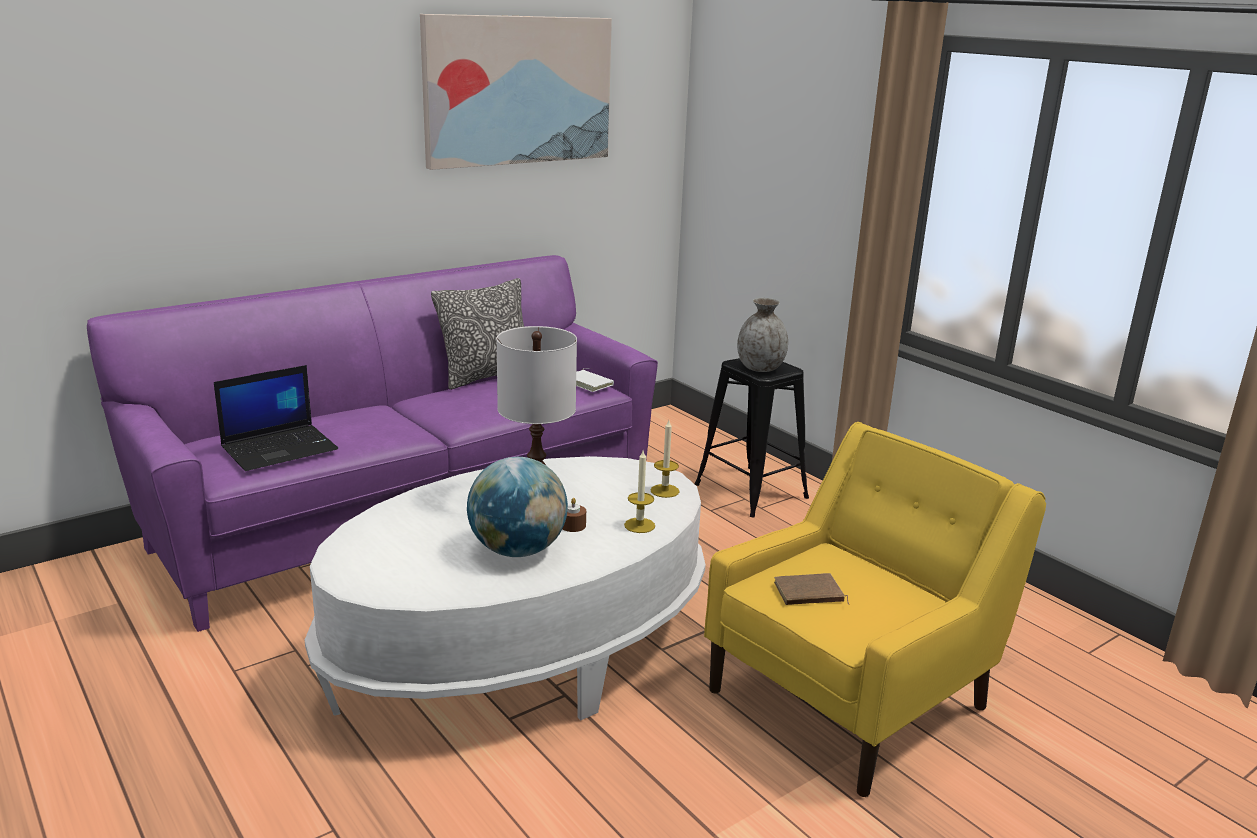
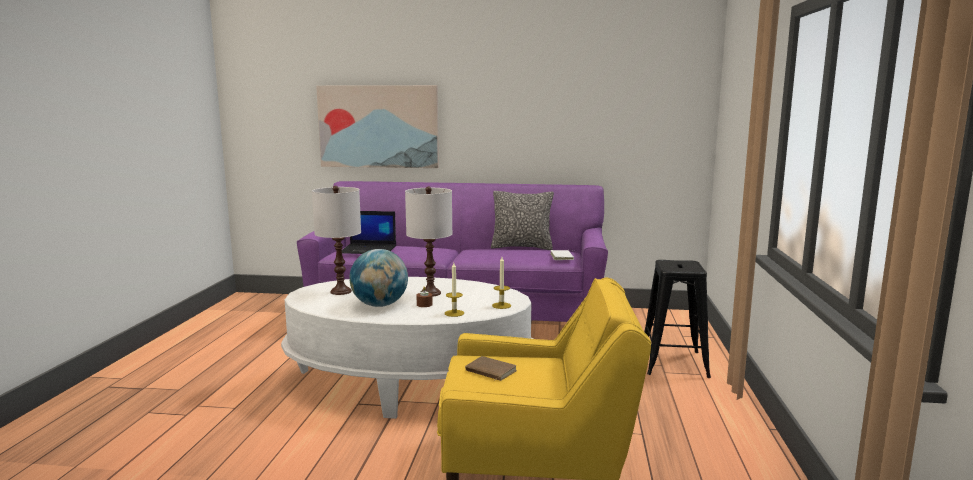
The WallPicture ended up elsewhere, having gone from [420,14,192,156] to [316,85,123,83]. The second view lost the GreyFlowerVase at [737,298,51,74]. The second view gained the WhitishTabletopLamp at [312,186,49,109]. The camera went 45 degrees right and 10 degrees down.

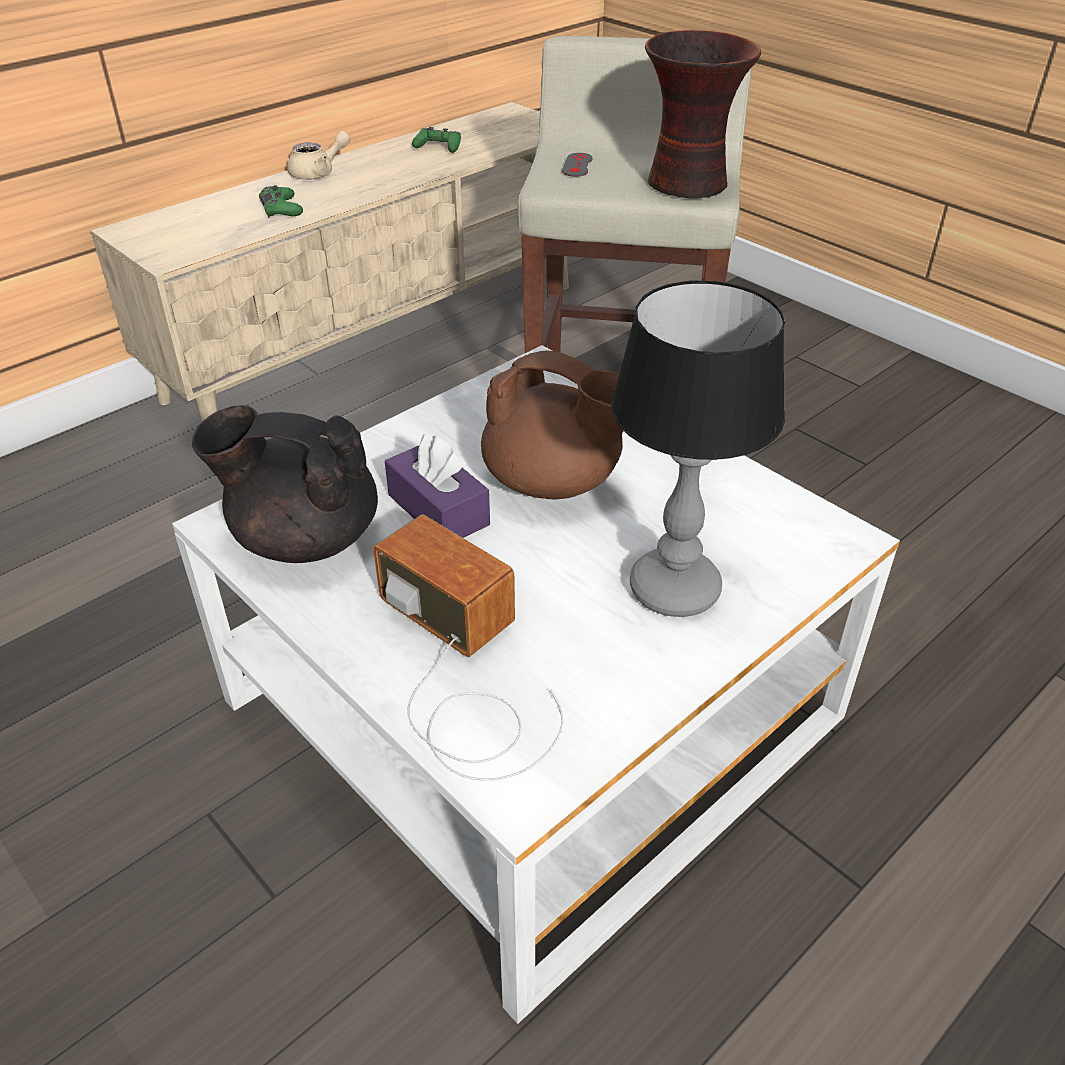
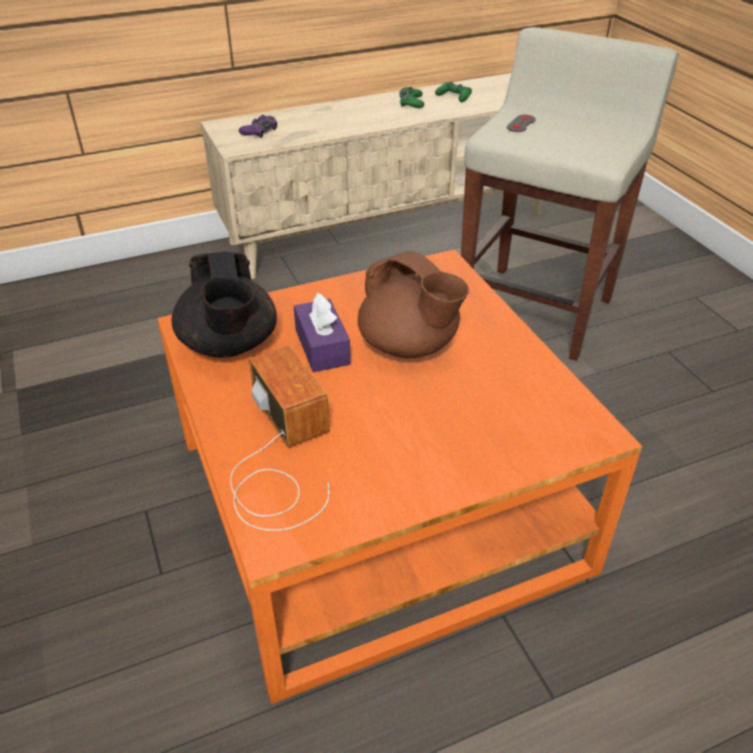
What was the WhitishLoungeTable at [172,345,728,679] turned into the OrangeLoungeTable at [157,249,485,455]. The BlackTeapot at [192,405,186,158] ended up facing another way, 135 degrees counterclockwise from before. The GreenishJoypad ended up elsewhere, having gone from [259,185,44,33] to [399,87,25,21]. The second view lost the BeigeColouredTeapot at [287,131,64,49]. The second view lost the TabletopLamp at [611,281,174,336]. The second view lost the FlowerVase at [645,30,116,169]. The second view gained the PurpleColouredJoypad at [239,115,38,23]. The camera went 20 degrees right and 0 degrees up.

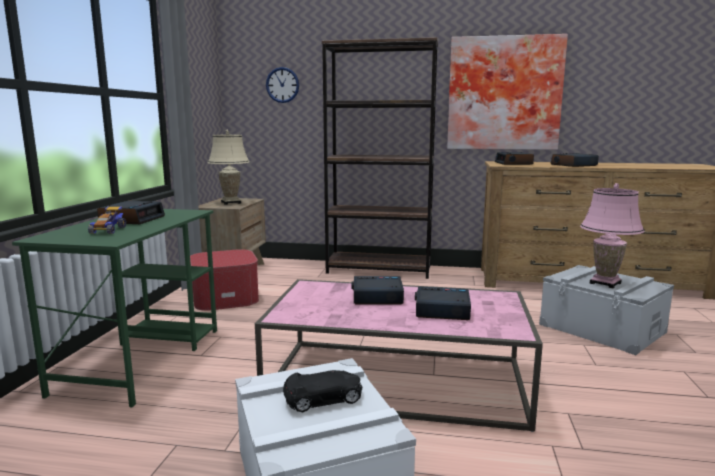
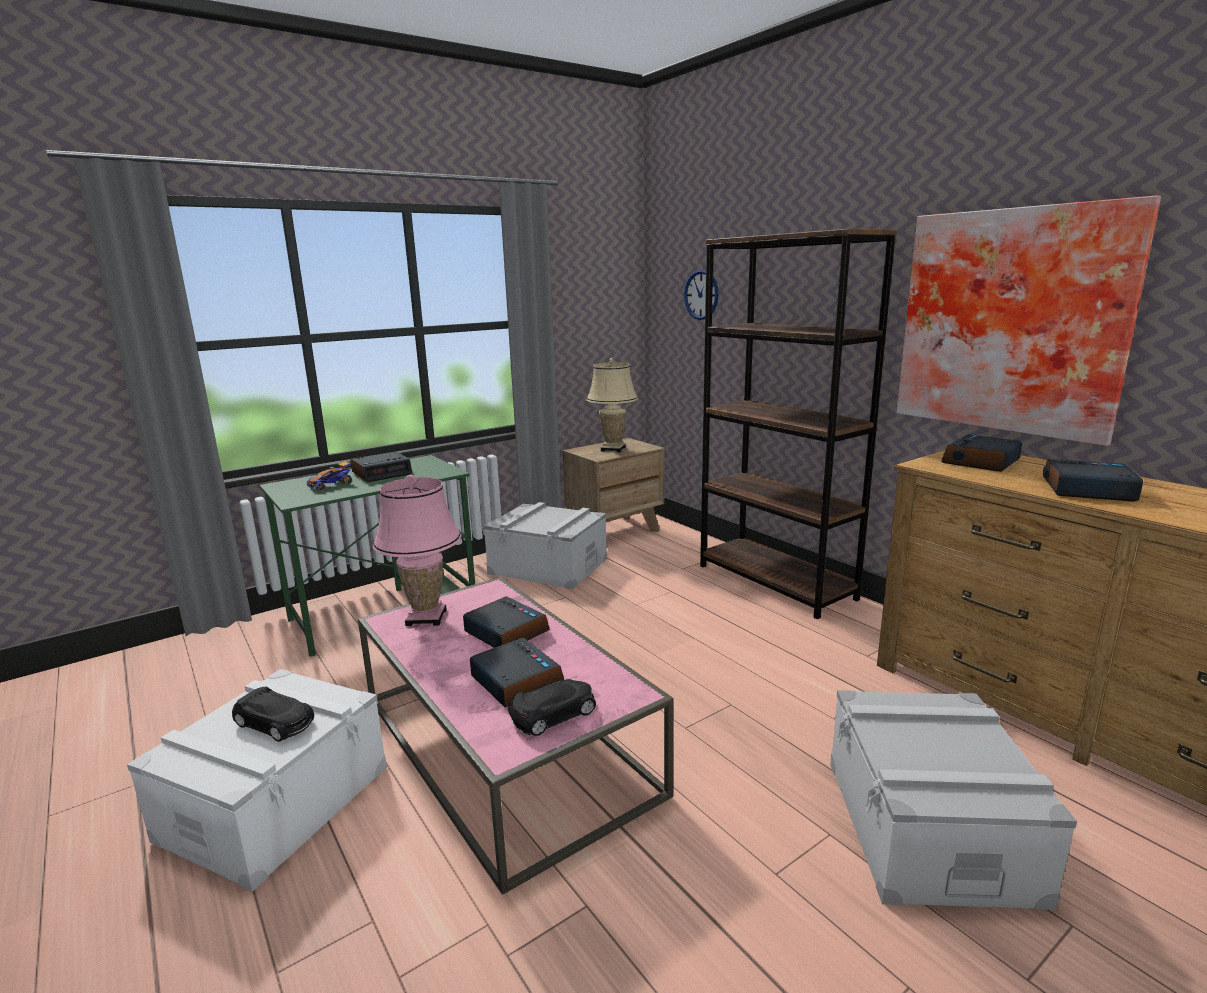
Where the Pouffe stood at [190,249,69,62], the GreyStorageBox came to stand at [483,502,124,87]. The PinkishTabletopLamp ended up elsewhere, having gone from [580,183,64,105] to [373,475,88,151]. The second view gained the BlackToyCar at [508,679,88,57]. The camera went 45 degrees right and 5 degrees up.

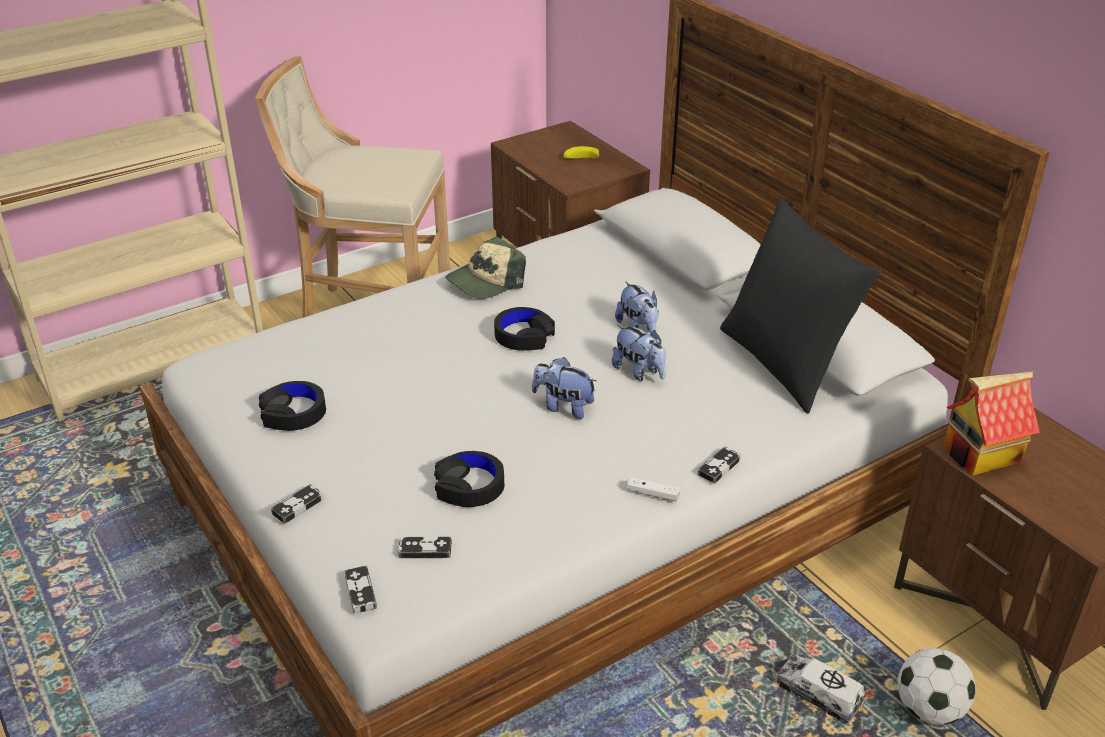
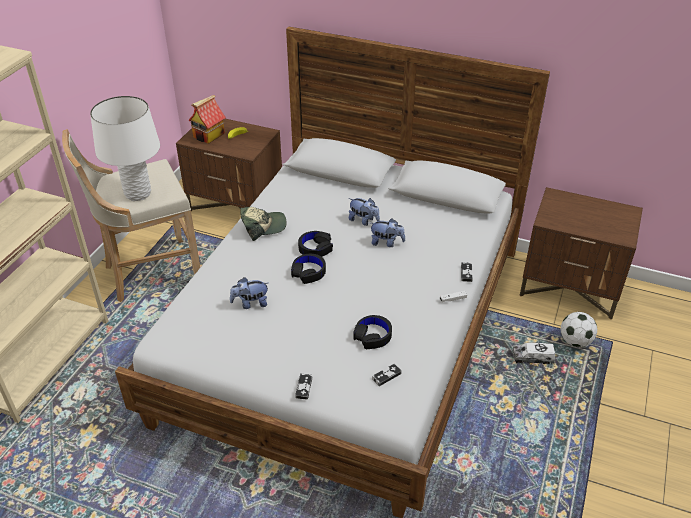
The BlackHeadset ended up elsewhere, having gone from [259,381,67,50] to [291,254,35,30]. The second view lost the Joypad at [344,566,33,47]. The BaseballCap at [445,237,81,62] ended up facing another way, 120 degrees counterclockwise from before. The SoftToy ended up elsewhere, having gone from [532,357,65,62] to [230,277,38,32]. The second view lost the BlackCushion at [720,198,161,215]. The ToyHouse ended up elsewhere, having gone from [944,372,96,104] to [188,95,38,49]. The second view gained the WhitishTabletopLamp at [90,96,70,105]. The camera went 35 degrees left and 5 degrees up.

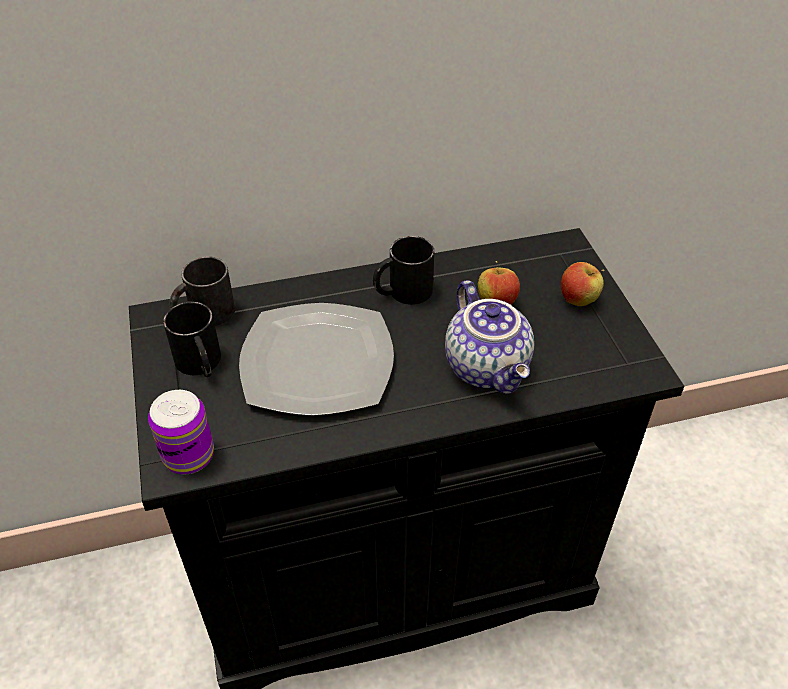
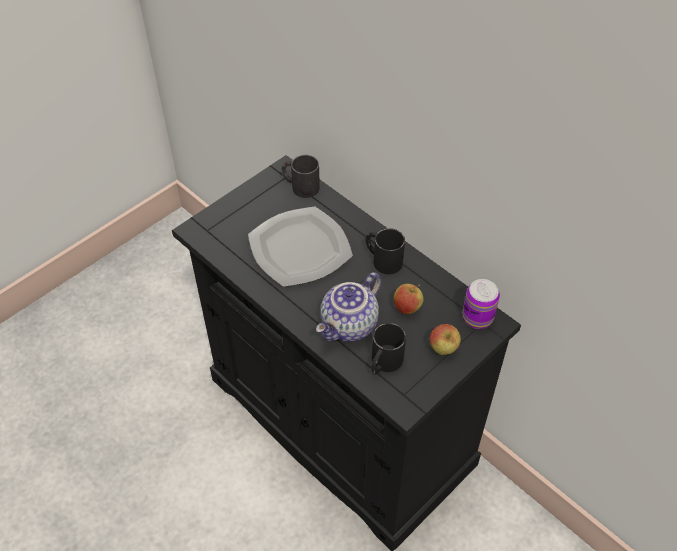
The Can ended up elsewhere, having gone from [148,390,66,84] to [463,279,37,50]. The BlackCoffeeMug ended up elsewhere, having gone from [163,302,58,75] to [371,323,35,51]. The camera went 60 degrees right and 5 degrees up.

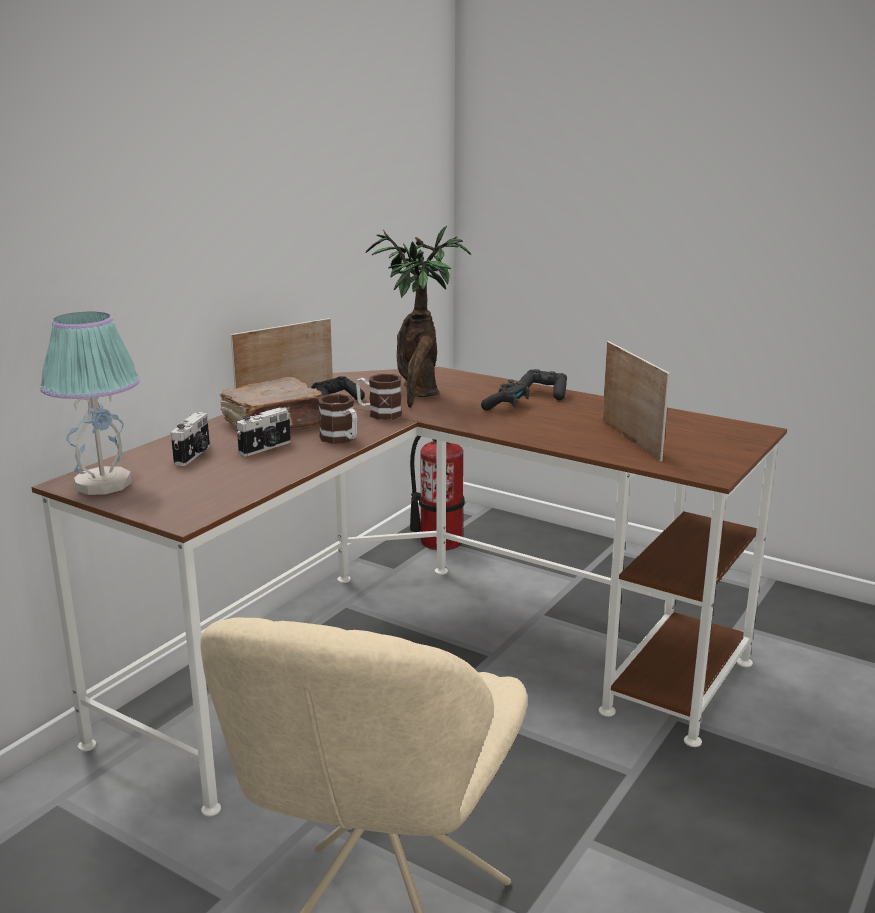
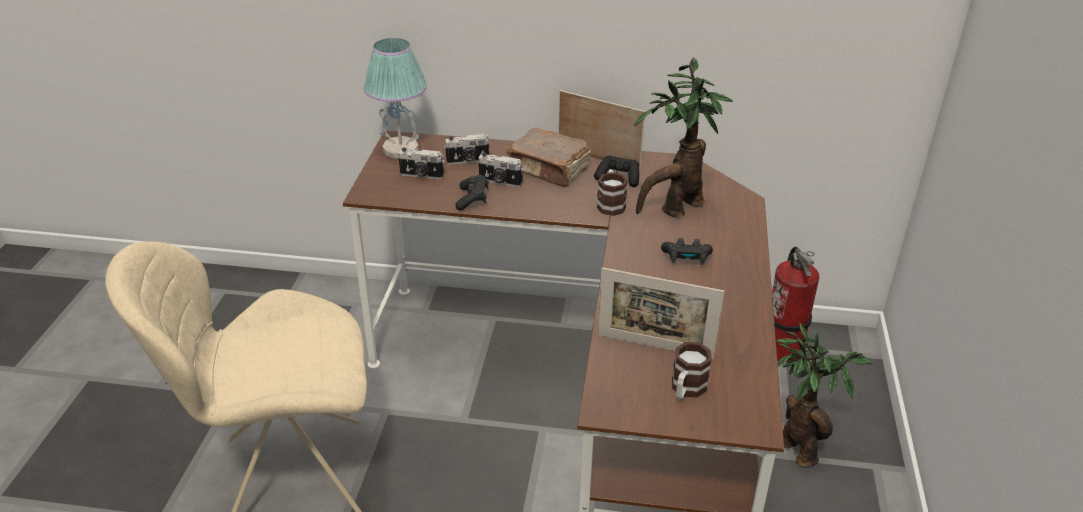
The CoffeeMug ended up elsewhere, having gone from [318,394,39,50] to [672,342,40,58]. The BlackJoypad ended up elsewhere, having gone from [519,369,48,31] to [455,175,34,35]. The PhotoFrame at [602,341,68,121] ended up facing another way, 60 degrees clockwise from before. The second view gained the PhotoCamera at [398,148,46,31]. The second view gained the PottedPlant at [776,323,96,145]. The camera went 65 degrees right and 15 degrees up.

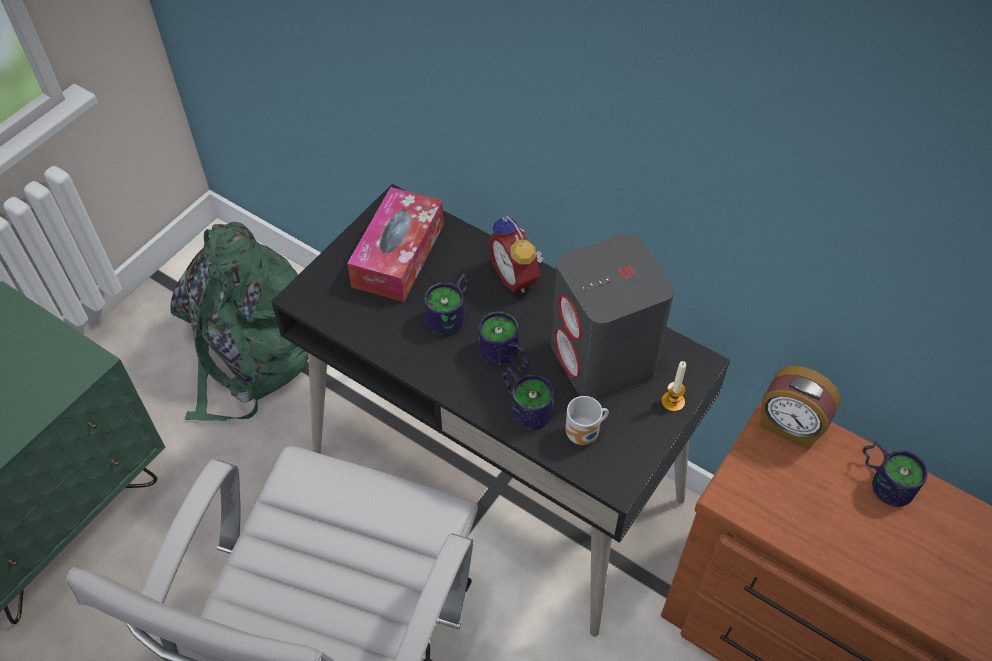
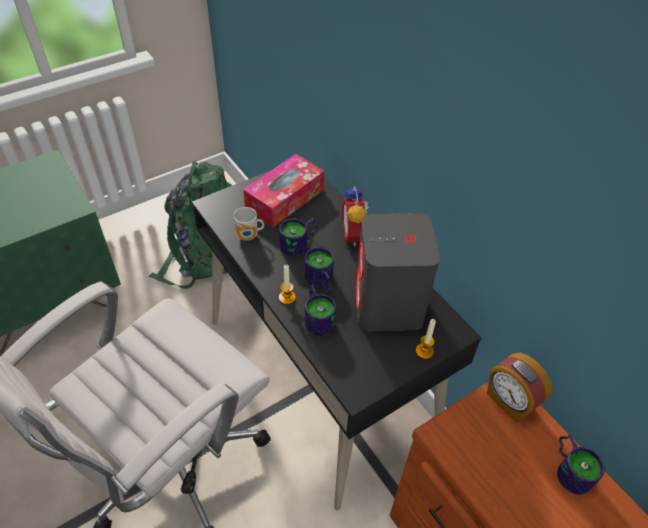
The CoffeeMug ended up elsewhere, having gone from [566,396,43,49] to [234,207,30,34]. The second view gained the WaxCandle at [279,265,17,40]. The camera went 20 degrees right and 5 degrees down.

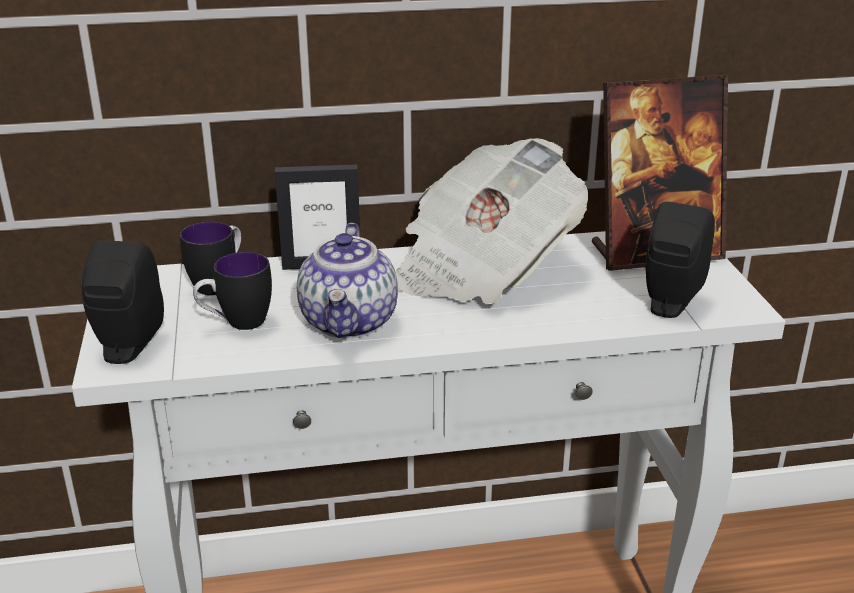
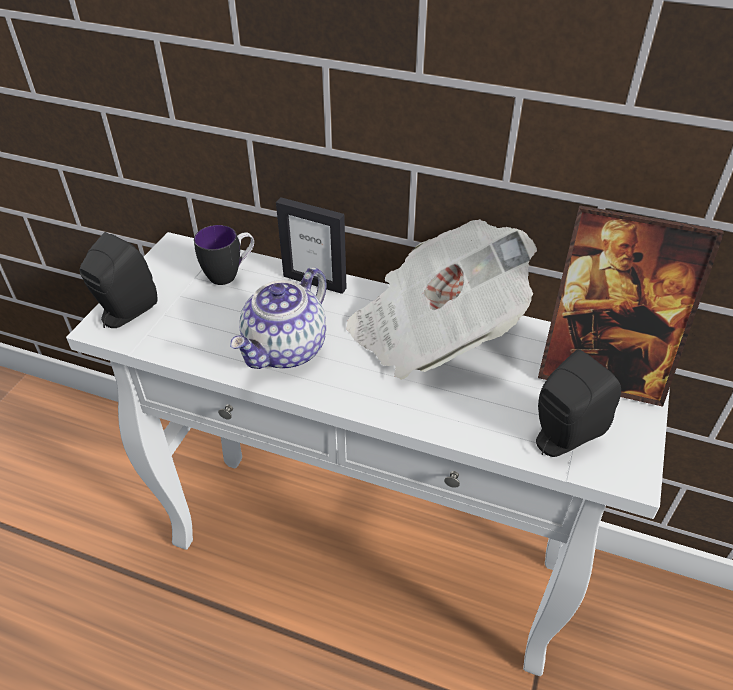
The second view lost the CoffeeMug at [193,252,79,78]. The camera went 30 degrees right and 15 degrees up.

